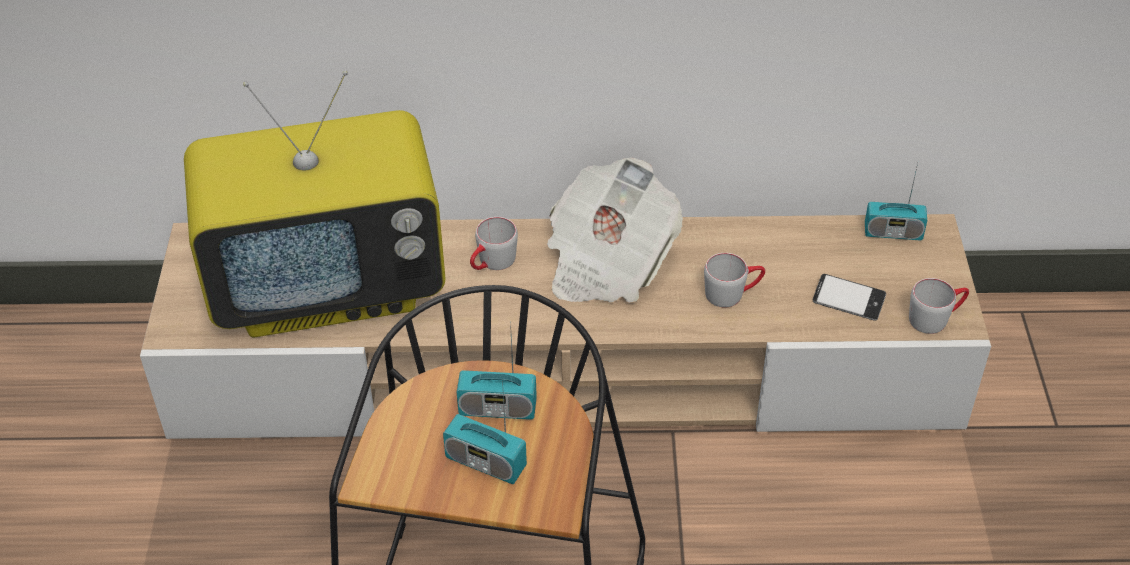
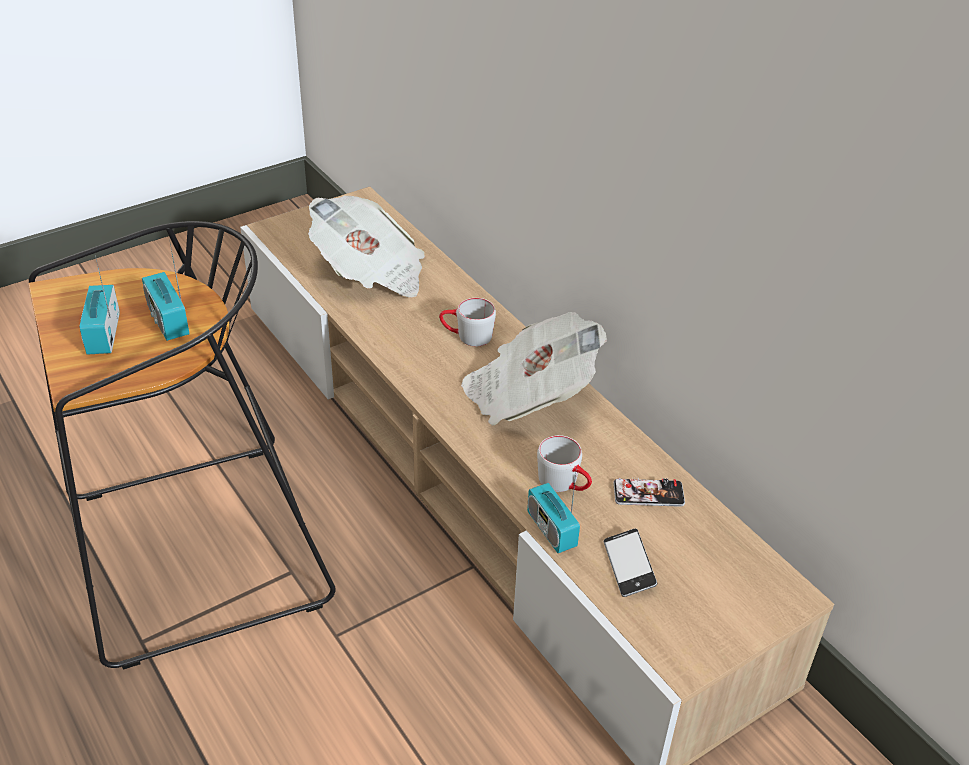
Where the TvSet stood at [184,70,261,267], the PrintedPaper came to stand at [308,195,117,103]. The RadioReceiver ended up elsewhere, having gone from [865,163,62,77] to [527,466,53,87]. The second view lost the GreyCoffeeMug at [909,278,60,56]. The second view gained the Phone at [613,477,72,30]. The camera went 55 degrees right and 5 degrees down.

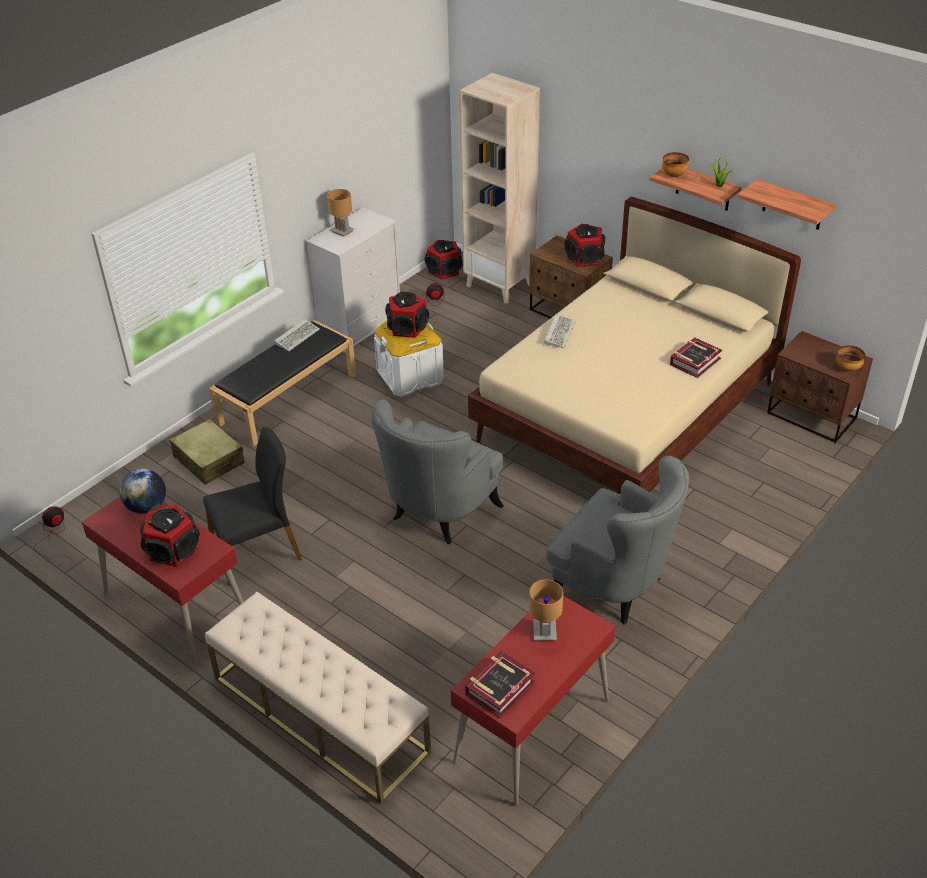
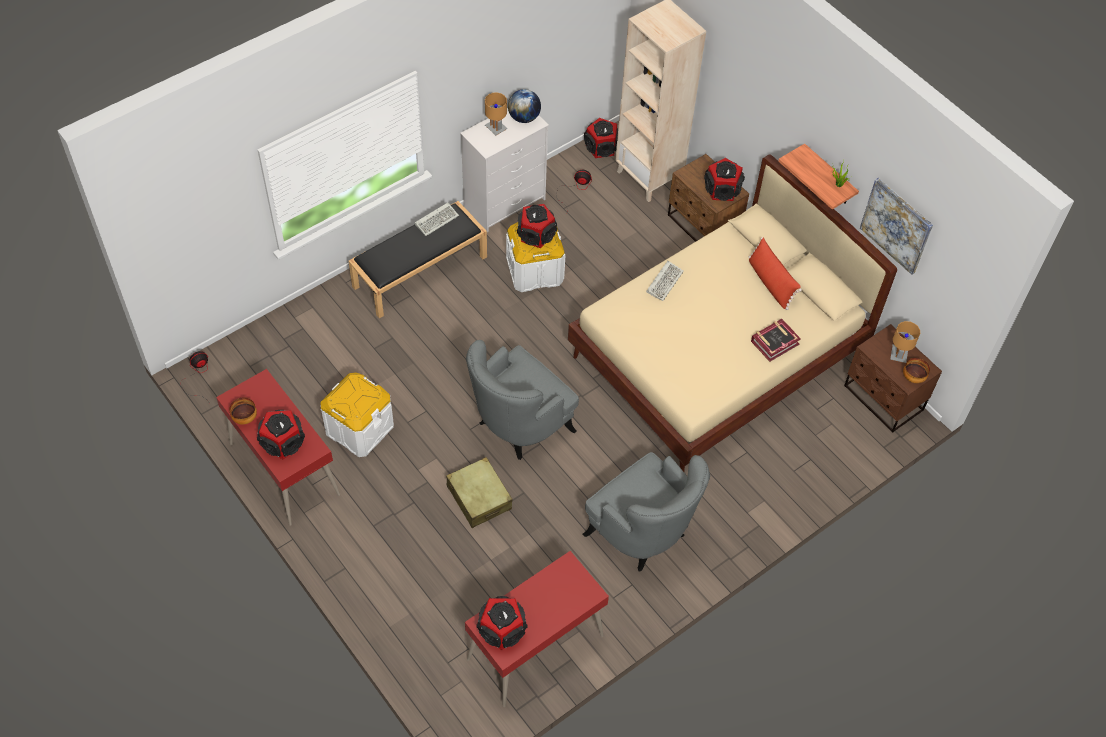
The Globe ended up elsewhere, having gone from [119,469,47,45] to [508,89,33,34]. The BeigeColouredPieceOfLuggage ended up elsewhere, having gone from [170,419,75,66] to [446,457,66,71]. Where the BlackUprightChair stood at [203,427,99,159], the WhitishStorageBox came to stand at [320,372,74,85]. The second view lost the BeigeColouredLongSeat at [205,592,226,212]. Where the BoundBook stood at [465,651,70,67], the Speaker came to stand at [476,596,52,54]. The BrownTabletopLamp ended up elsewhere, having gone from [529,579,34,62] to [890,321,30,42]. The Bowl ended up elsewhere, having gone from [662,152,27,25] to [229,397,28,28]. Where the BracketShelf hung at [737,179,99,51], the WallPicture came to hang at [860,178,73,97]. The second view gained the RedCushion at [749,237,53,73]. The camera went 10 degrees right and 15 degrees up.

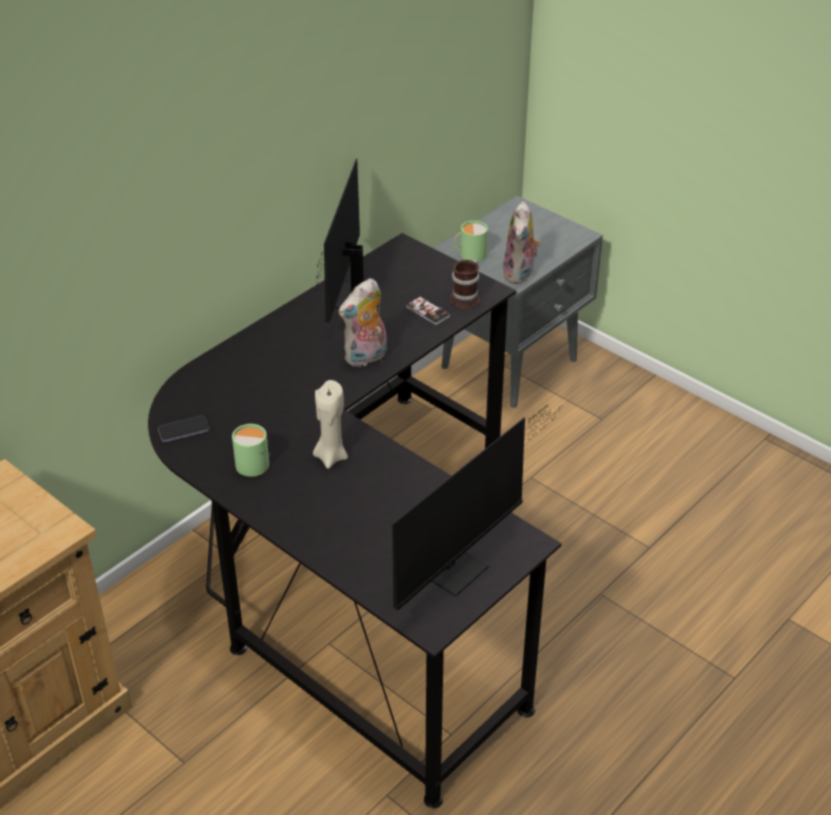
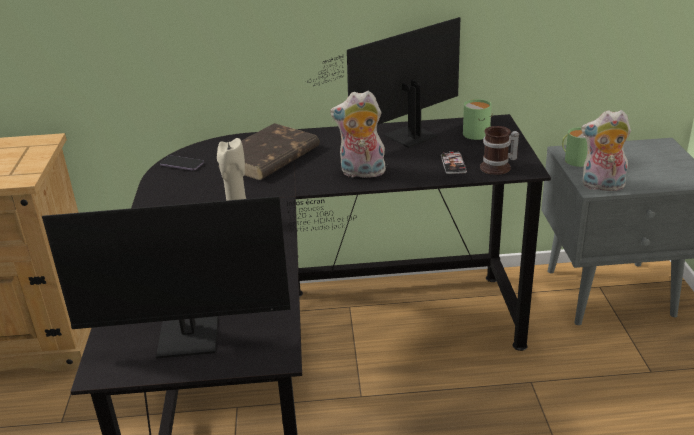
The GreenishCoffeeMug ended up elsewhere, having gone from [232,424,38,53] to [463,99,30,41]. The SoftToy at [502,201,39,83] ended up facing another way, 45 degrees clockwise from before. The second view gained the BrownBoundBook at [242,123,78,57]. The camera went 45 degrees right and 10 degrees down.

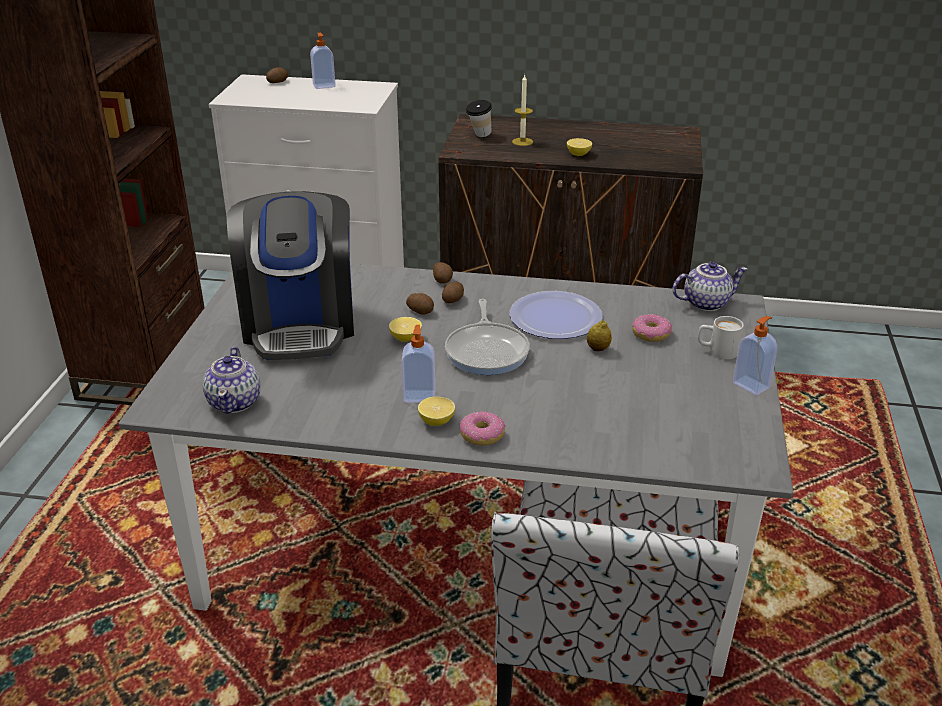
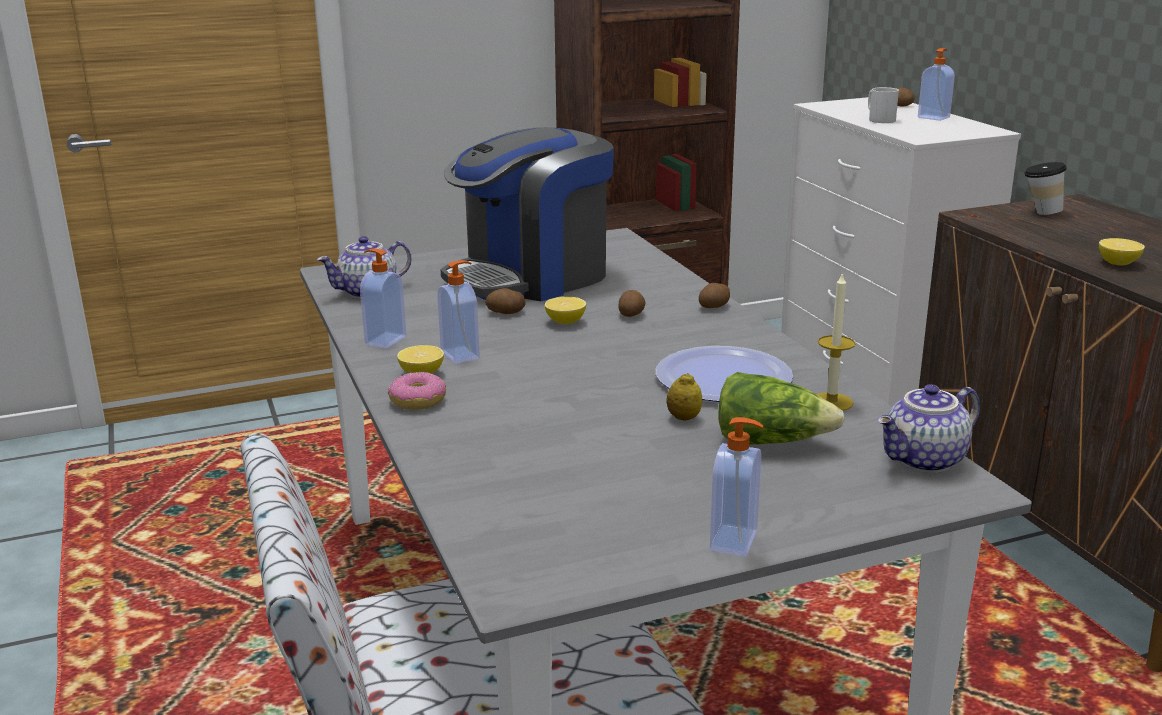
The WholePotato ended up elsewhere, having gone from [442,282,22,21] to [485,288,41,26]. The second view lost the FryingPan at [445,299,85,76]. The WaxCandle ended up elsewhere, having gone from [512,75,21,71] to [817,272,38,139]. Where the RingDoughnut stood at [632,314,40,28], the Lettuce came to stand at [718,372,127,73]. The Teapot at [672,262,76,49] ended up facing another way, 105 degrees clockwise from before. The WhitishCoffeeMug ended up elsewhere, having gone from [698,316,46,43] to [868,87,31,36]. The second view gained the SoapDispenser at [360,249,47,99]. The camera went 60 degrees right and 10 degrees down.

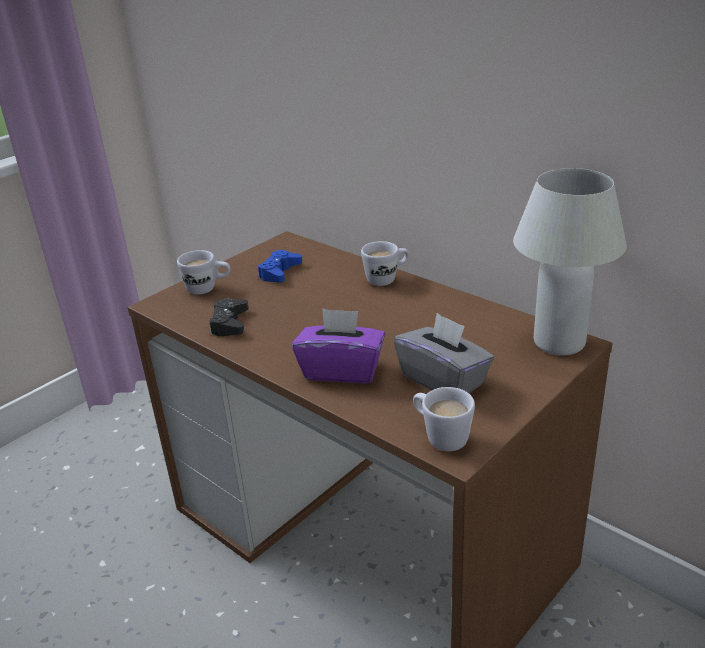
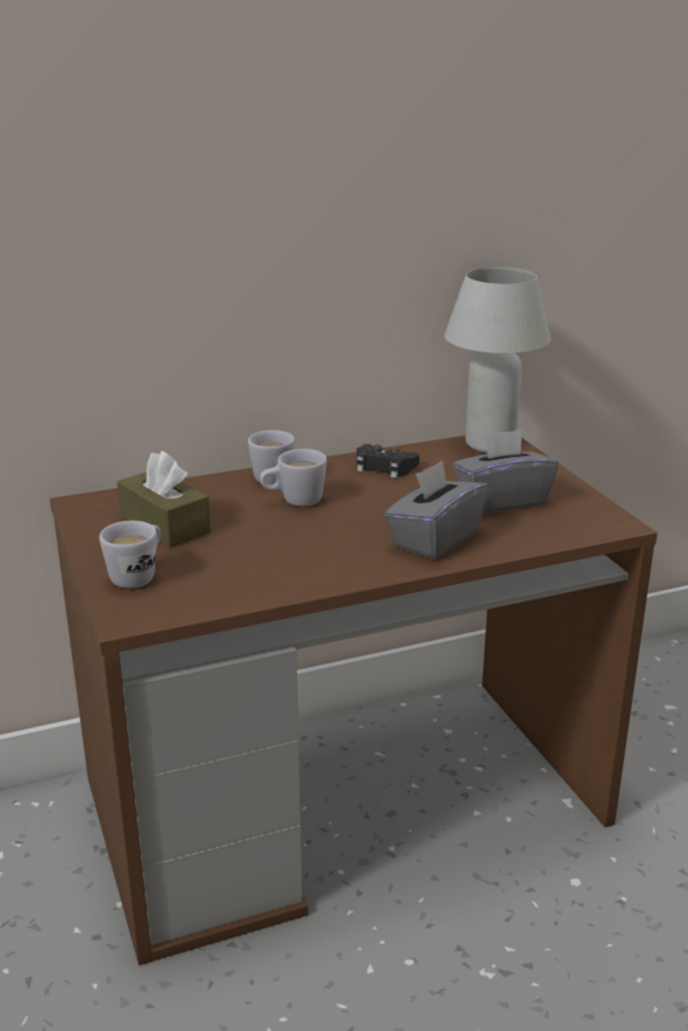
The BlackJoypad ended up elsewhere, having gone from [209,298,40,38] to [356,444,64,34]. Where the BlueJoypad stood at [258,250,44,32], the BrownTissueHolder came to stand at [117,451,94,97]. What was the PurpleColouredTissueHolder at [292,308,93,75] turned into the GreyTissueHolder at [384,460,104,99]. The WhitishCoffeeMug ended up elsewhere, having gone from [413,387,62,64] to [260,449,67,58]. The camera went 65 degrees left and 5 degrees down.

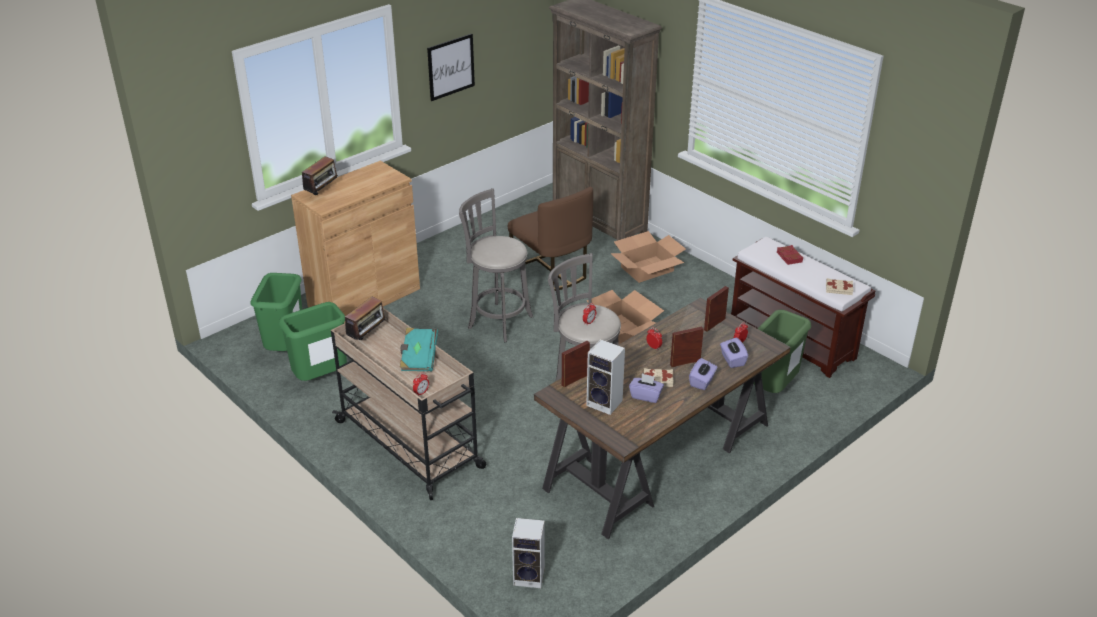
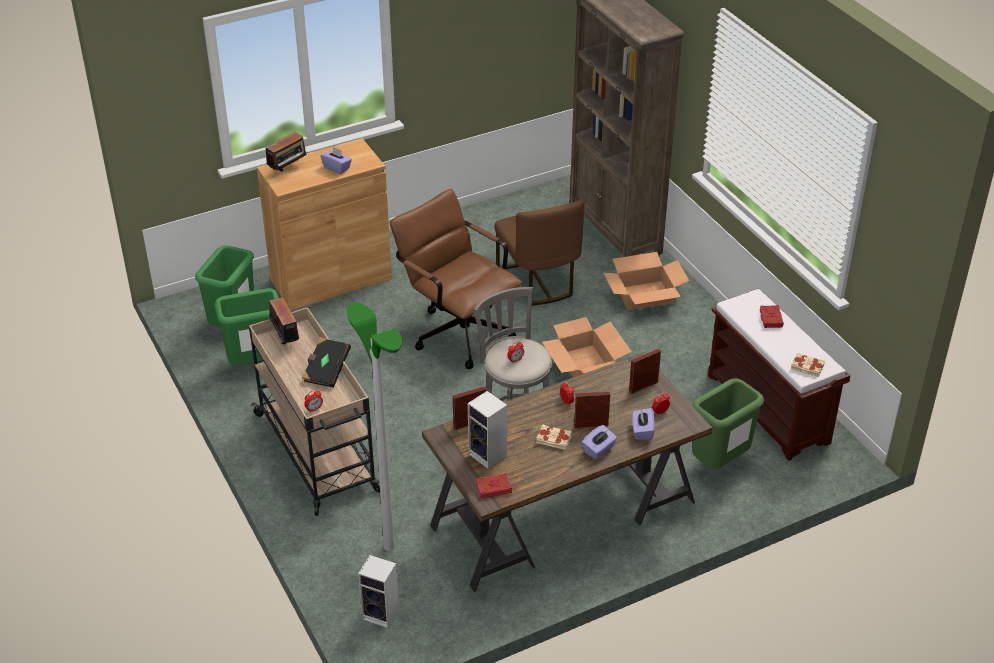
The RadioReceiver at [345,297,43,45] ended up facing another way, 75 degrees counterclockwise from before. What was the TurquoiseColouredBoundBook at [400,328,38,43] turned into the BlackBoundBook at [302,337,49,51]. The second view lost the WallPicture at [427,34,48,67]. Where the GreySittingStool stood at [459,188,74,154], the BrownComputerChair came to stand at [390,189,132,180]. The PurpleColouredTissueHolder ended up elsewhere, having gone from [629,373,35,30] to [320,147,32,27]. The second view gained the StandardLamp at [347,302,55,249]. The second view gained the RedBoundBook at [476,473,36,26]. The camera went 15 degrees right and 5 degrees up.

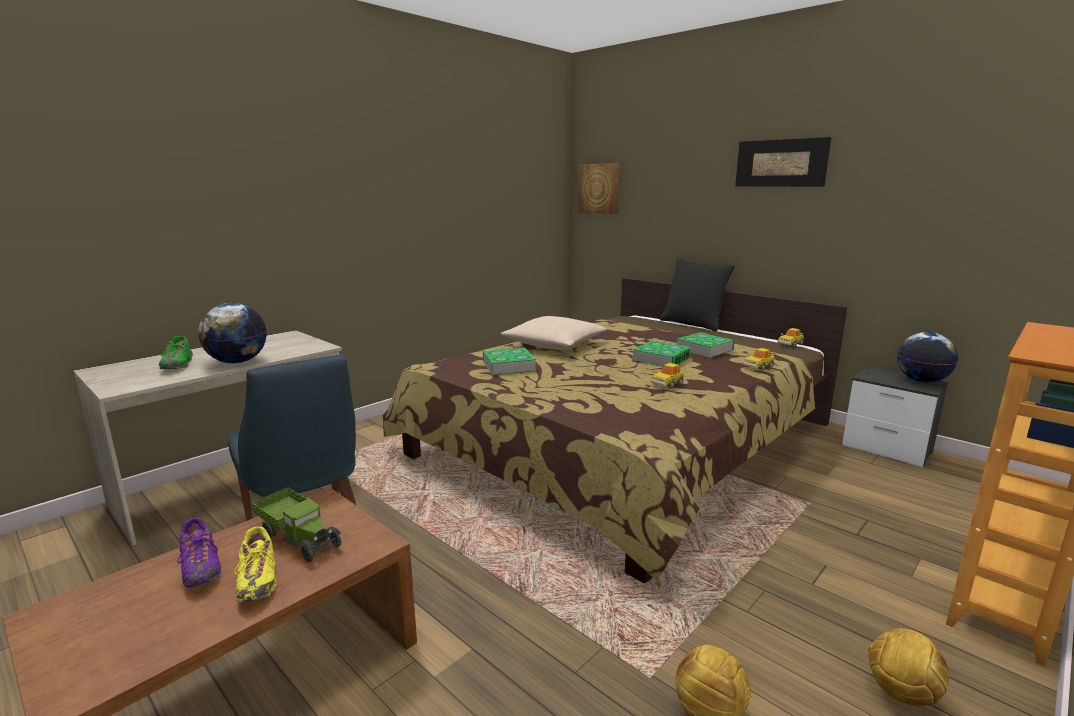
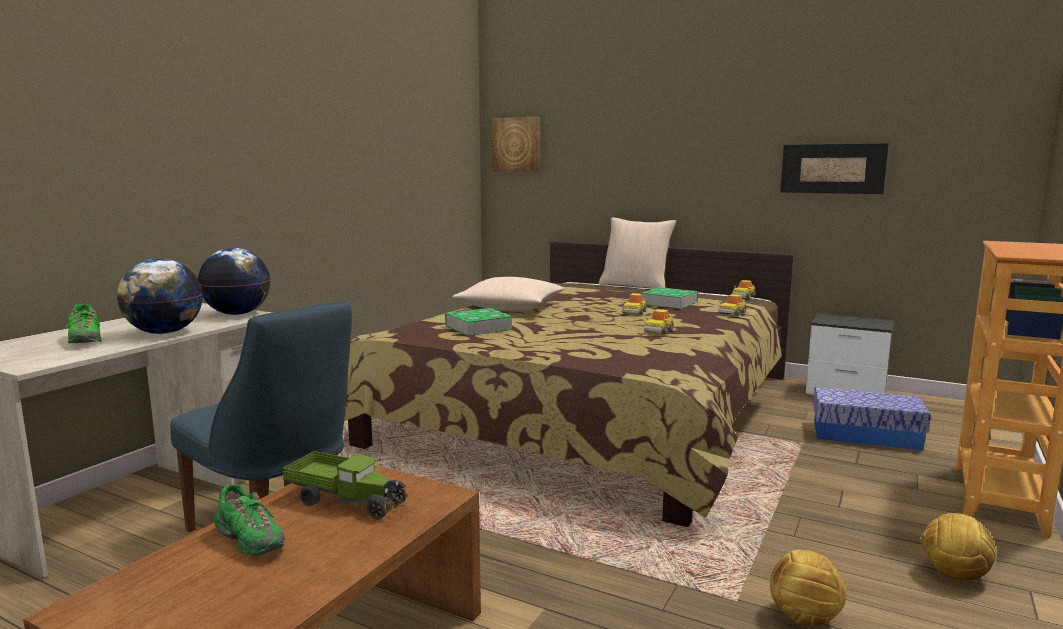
What was the PurpleColouredLowShoe at [178,518,44,69] turned into the GreenishLowShoe at [214,484,71,72]. The second view lost the YellowLowShoe at [234,527,43,75]. Where the BoundBook stood at [632,340,59,26], the ToyCar came to stand at [622,293,25,22]. What was the BlackCushion at [660,259,75,73] turned into the BeigeColouredCushion at [599,217,77,72]. The WallPicture ended up elsewhere, having gone from [735,137,96,50] to [780,143,109,51]. The Globe ended up elsewhere, having gone from [897,332,61,51] to [198,248,73,67]. The second view gained the StorageBox at [813,387,118,64]. The camera went 15 degrees left and 5 degrees down.

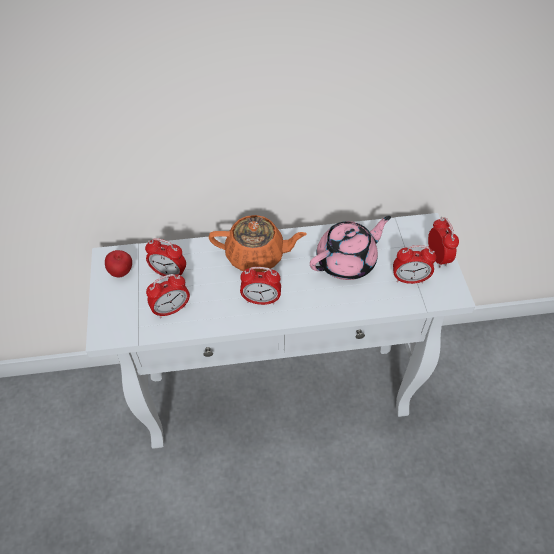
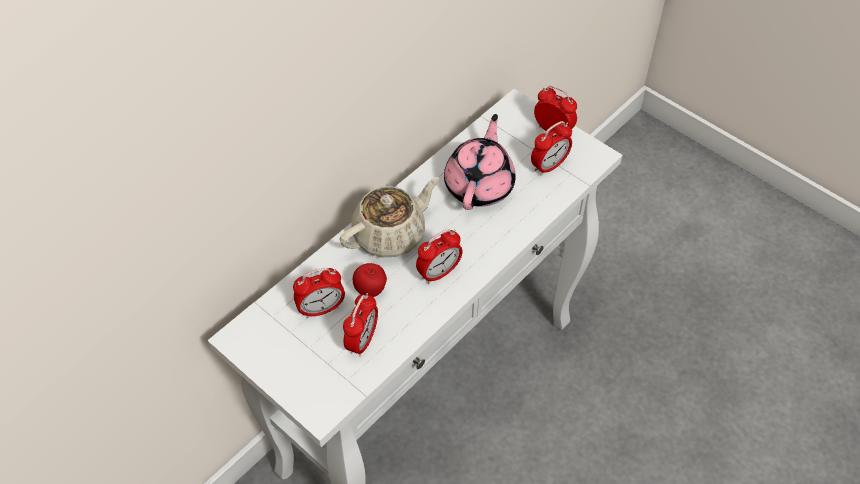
The Apple ended up elsewhere, having gone from [105,250,27,27] to [353,263,34,34]. What was the OrangeTeapot at [208,215,99,57] turned into the BeigeColouredTeapot at [339,177,100,80]. The camera went 40 degrees left and 0 degrees up.

